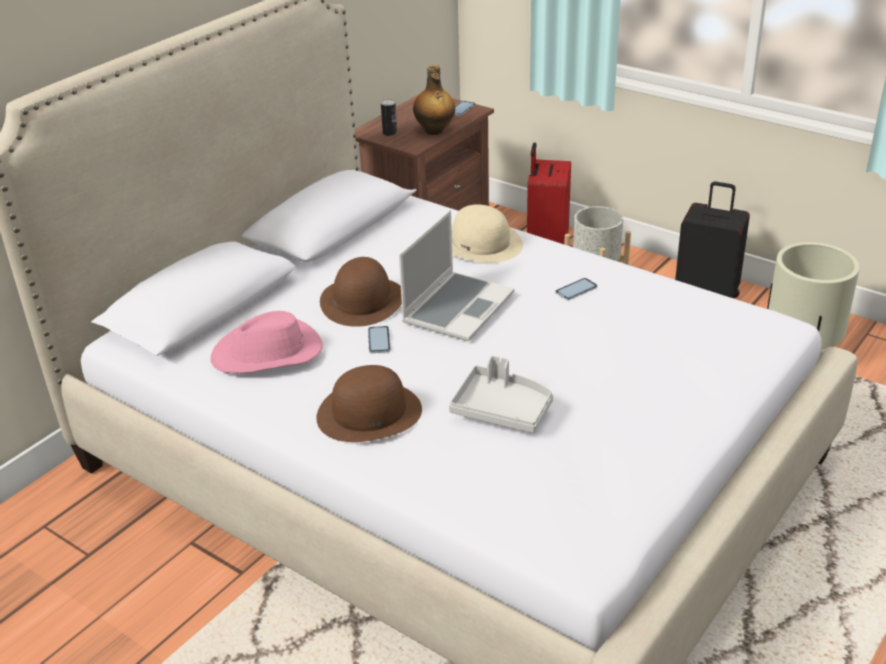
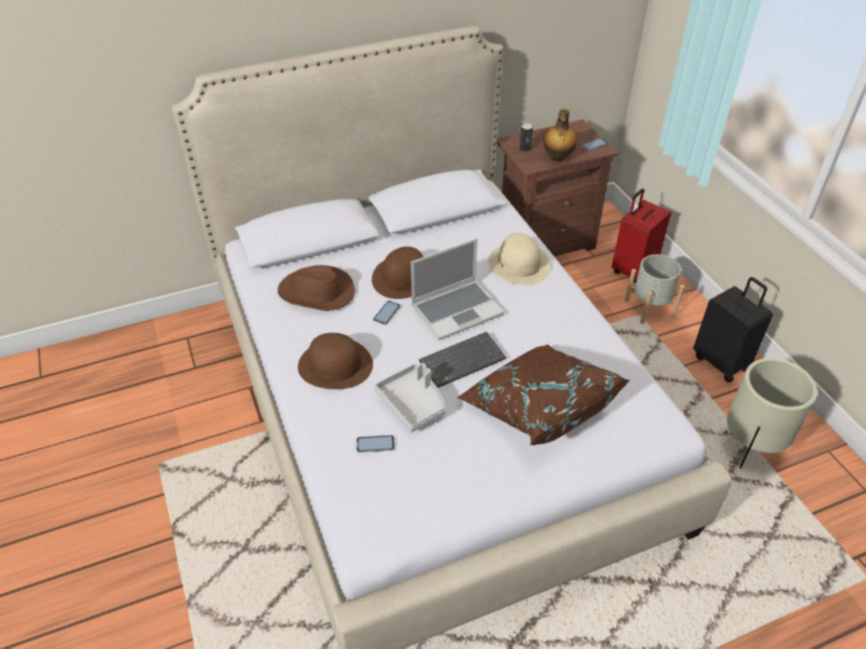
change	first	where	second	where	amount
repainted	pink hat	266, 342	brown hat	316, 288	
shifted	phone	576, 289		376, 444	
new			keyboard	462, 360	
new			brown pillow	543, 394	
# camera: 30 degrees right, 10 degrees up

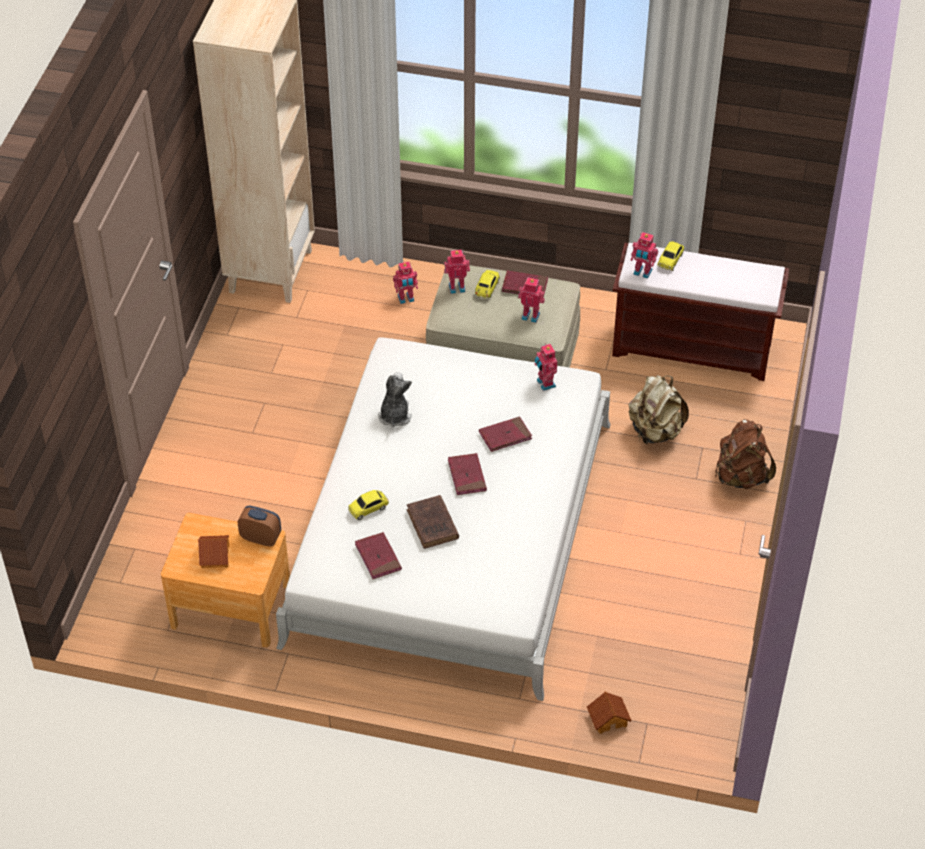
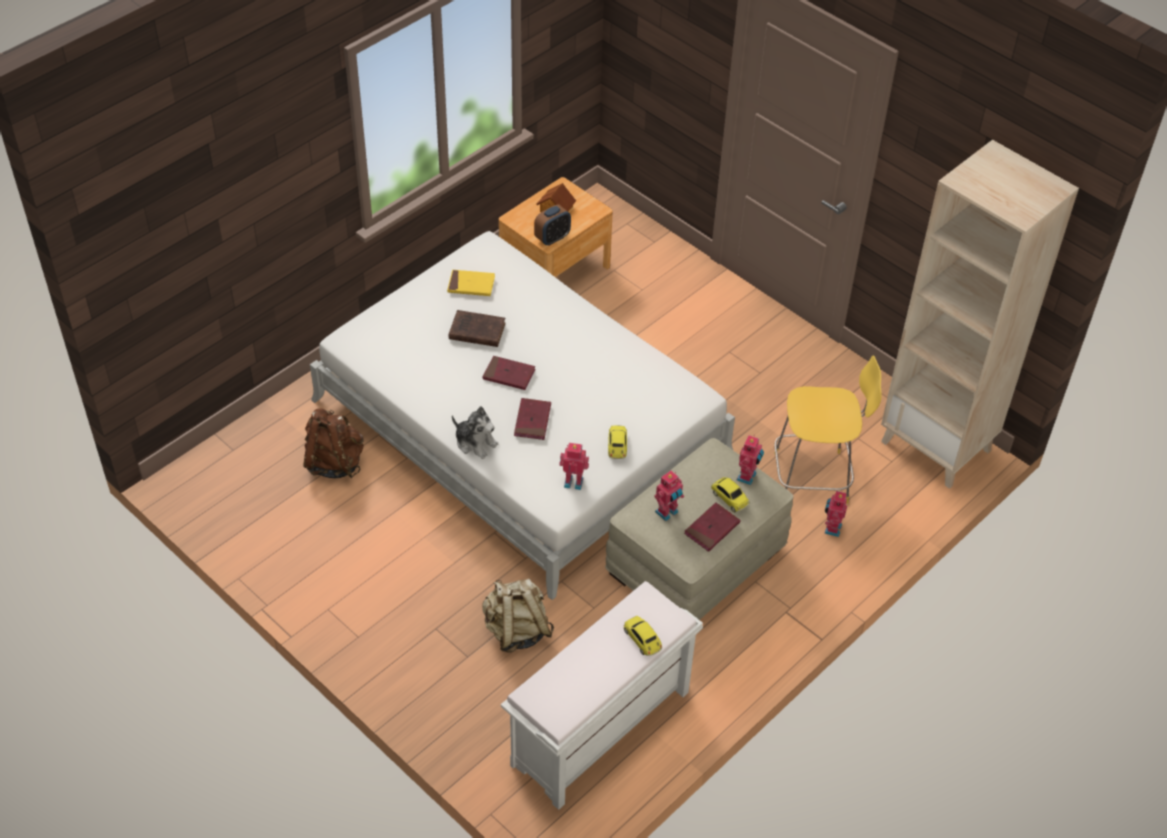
change	first	where	second	where	amount
shifted	brown backpack	745, 454		333, 443	
repainted	red book	378, 555	yellow book	471, 283	
shifted	plush toy	395, 399		475, 432	
repainted	brown bench	700, 312	white bench	602, 695	
shifted	toy car	368, 505		617, 442	
new			yellow stool	827, 429	
gone	toy house	609, 712			
gone	toy robot	644, 255			
# camera: 120 degrees right, 0 degrees up

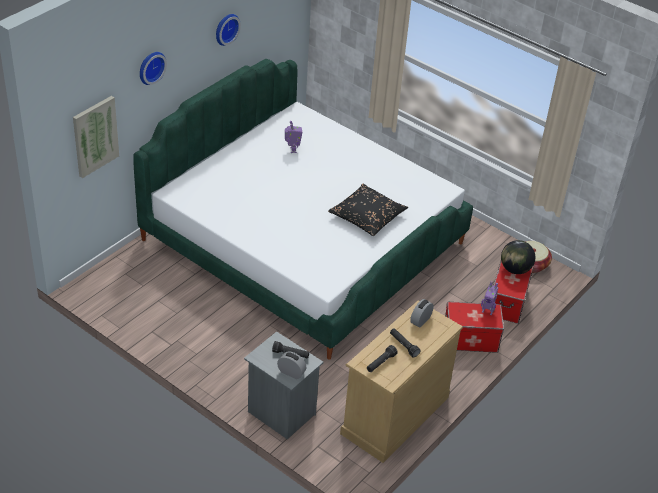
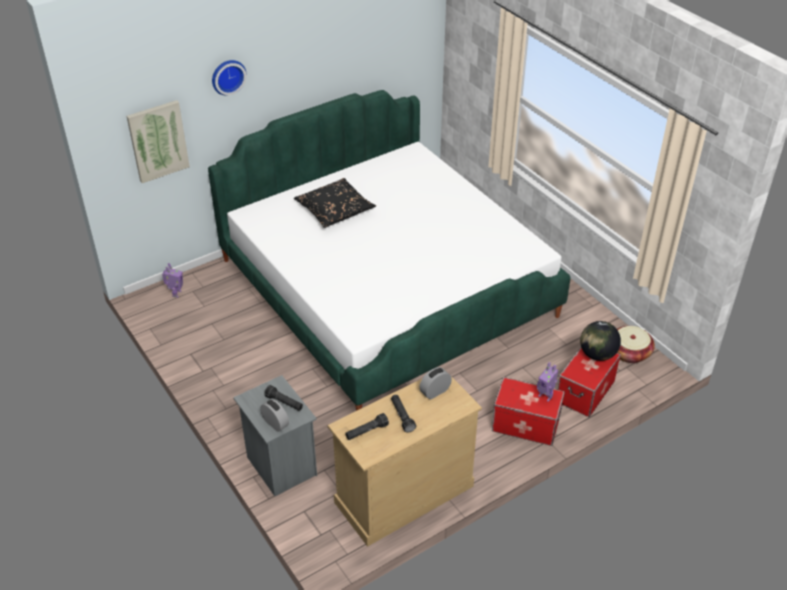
change	first	where	second	where	amount
shifted	toy robot	293, 137		172, 280	
shifted	black pillow	368, 210		335, 203	
gone	wall clock	228, 30			
# camera: 20 degrees right, 0 degrees up

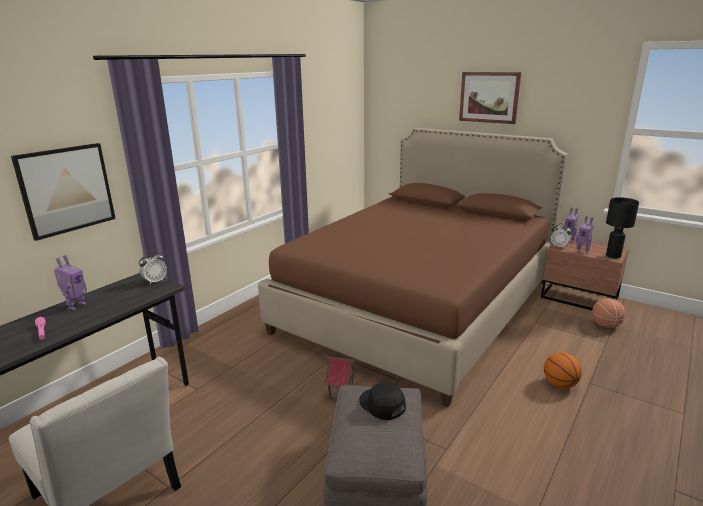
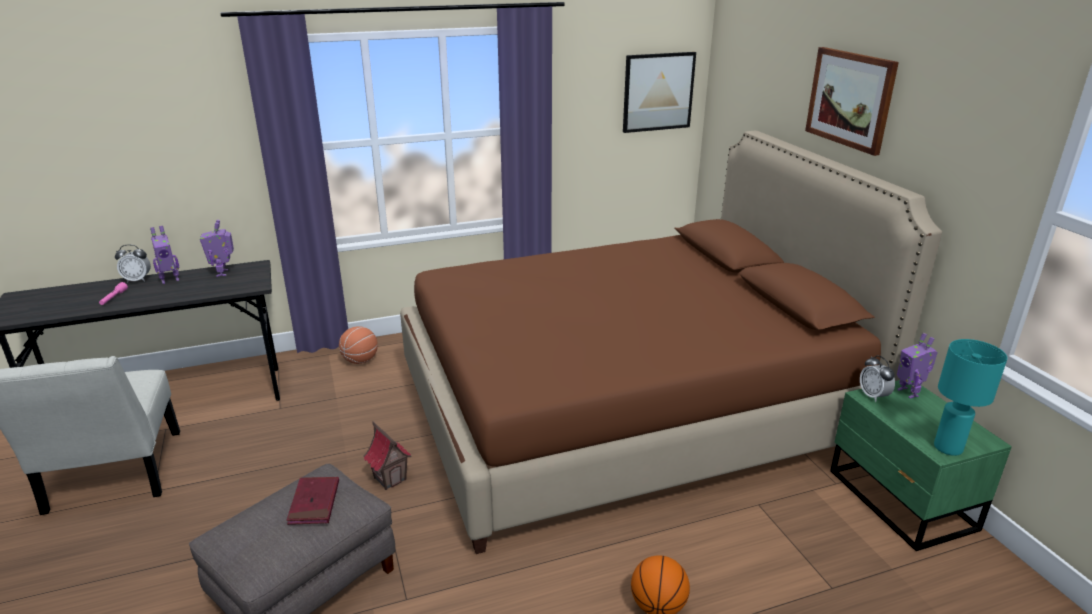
change	first	where	second	where	amount
shifted	alarm clock	153, 268		133, 264	
shifted	toy robot	584, 235		217, 248	
swapped	black cap	382, 401	red book	313, 501	
shifted	basketball	608, 313		358, 345	
shifted	picture	63, 192		659, 92	
repainted	brown nightstand	585, 274	green nightstand	921, 465	
repainted	black table lamp	622, 227	turquoise table lamp	970, 397	
# camera: 35 degrees right, 5 degrees up

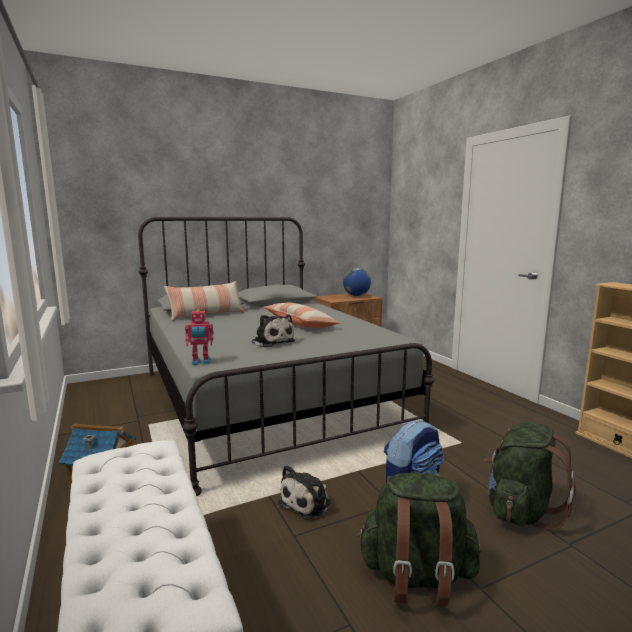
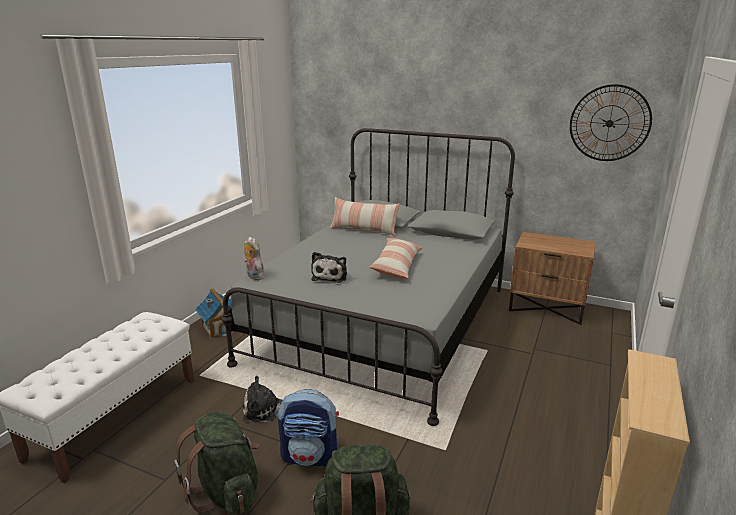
change	first	where	second	where	amount
swapped	toy robot	199, 337	plush toy	254, 258	
new			wall clock	611, 122	
gone	globe	357, 282			
# camera: 50 degrees right, 10 degrees up

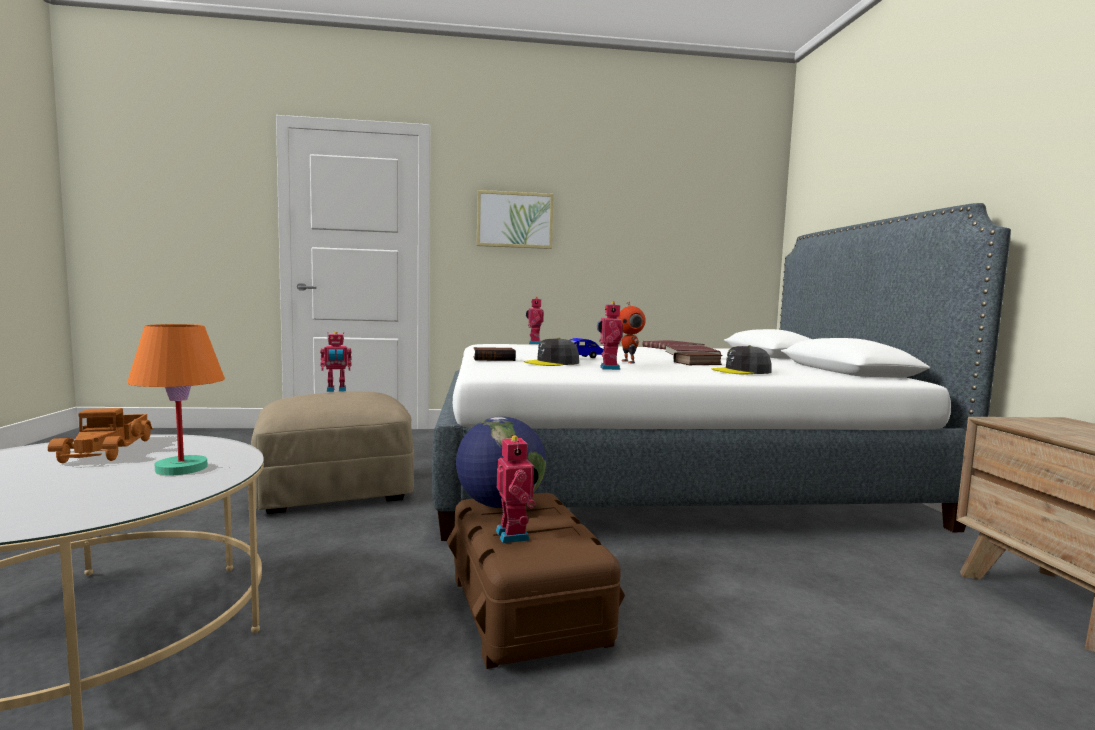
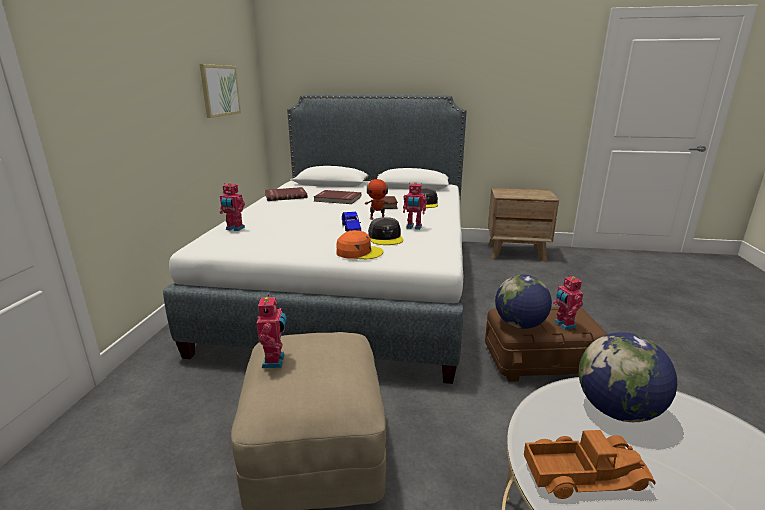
change	first	where	second	where	amount
shifted	picture	515, 219		220, 91	
swapped	book	494, 354	orange cap	360, 244	
rotated	toy robot	517, 488		568, 302	105 degrees counterclockwise
swapped	orange table lamp	176, 400	globe	628, 377	
# camera: 75 degrees left, 15 degrees up

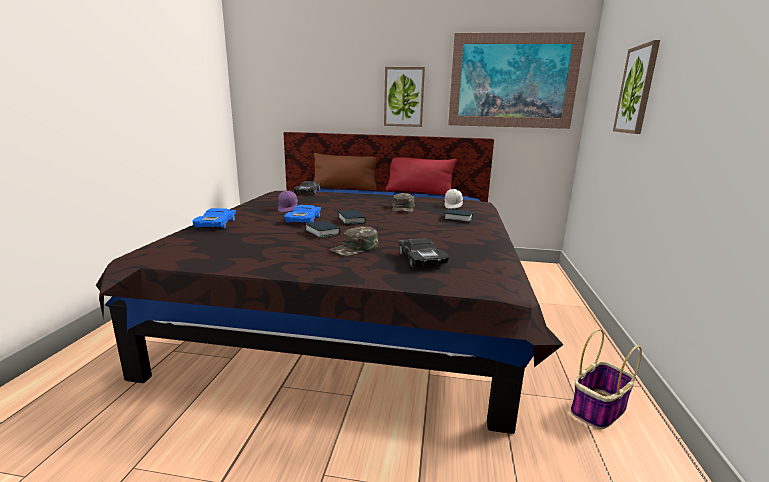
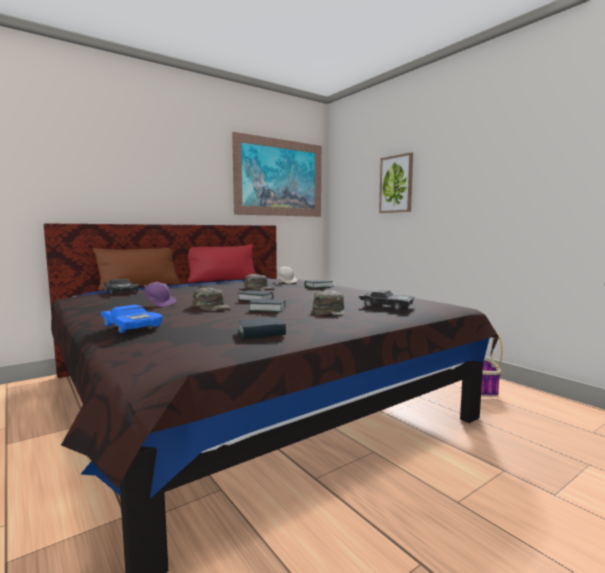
change	first	where	second	where	amount
swapped	blue toy car	302, 214	green cap	212, 299	
new			book	262, 327	
gone	picture	404, 97			
# camera: 45 degrees left, 10 degrees down

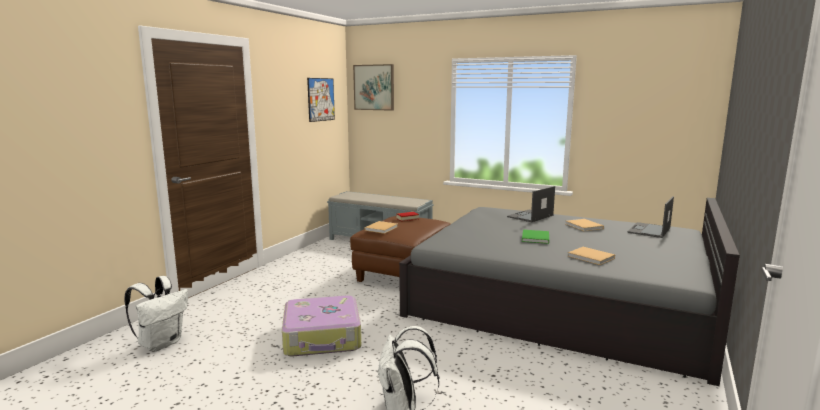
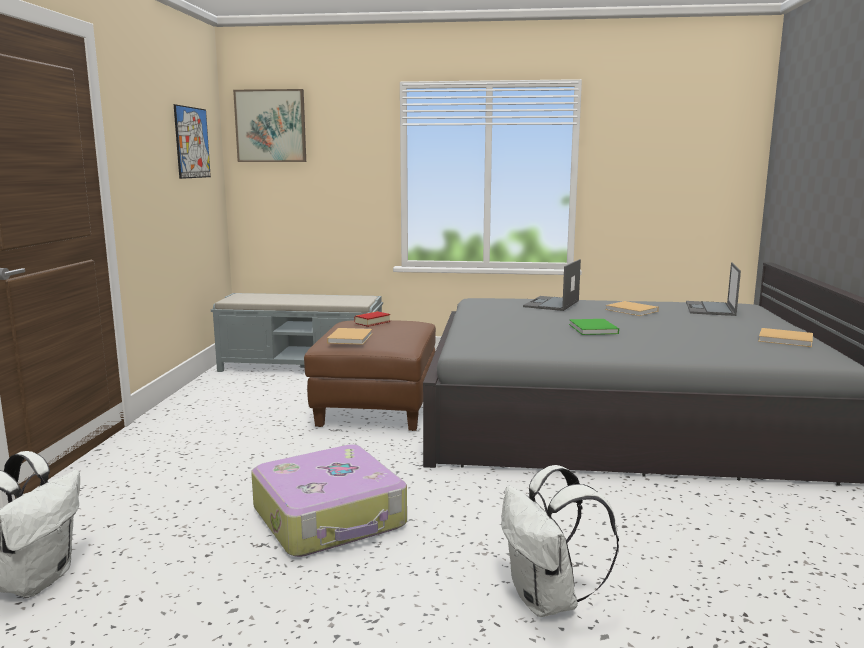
change	first	where	second	where	amount
shifted	beige book	591, 256		785, 337	
# camera: 20 degrees left, 0 degrees up

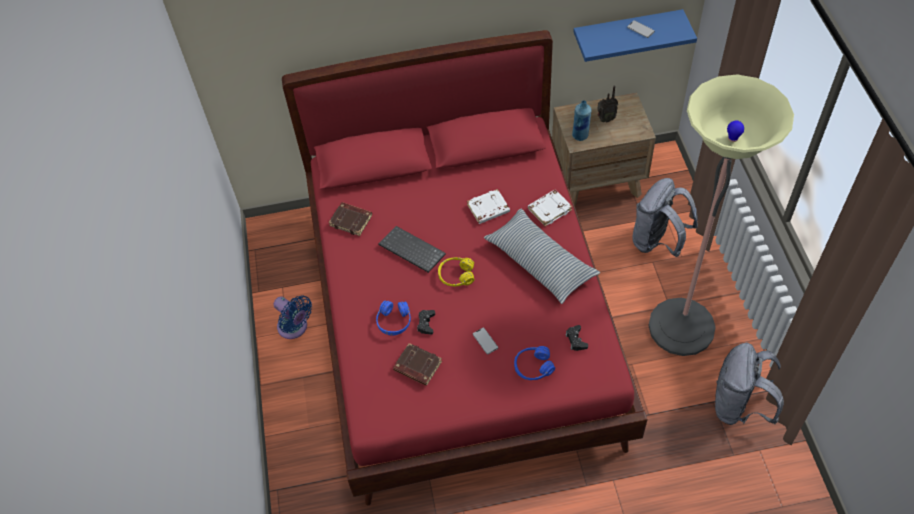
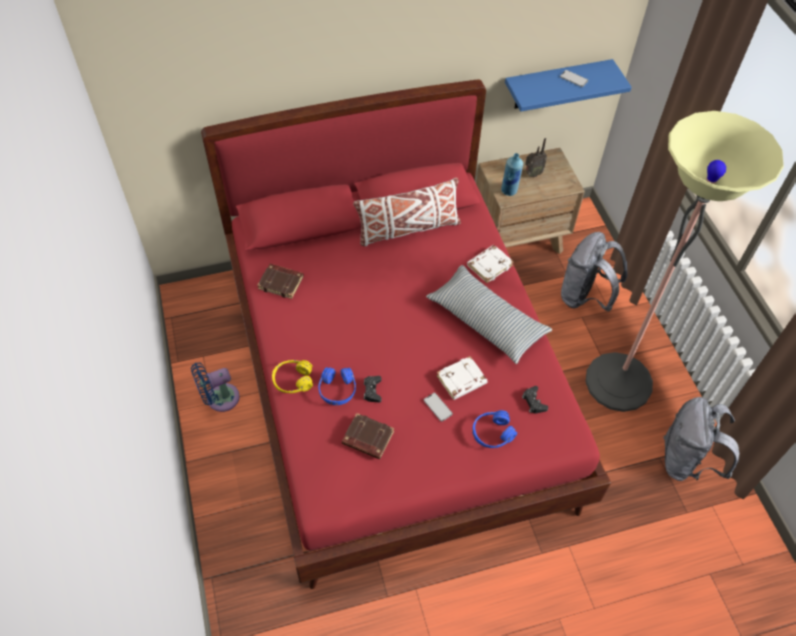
change	first	where	second	where	amount
rotated	blue fan	292, 317		215, 387	120 degrees clockwise
shifted	yellow headphones	456, 271		292, 376	
new			white pillow	407, 212	
shifted	white book	488, 206		462, 378	
gone	keyboard	412, 249			
# camera: 10 degrees left, 0 degrees up

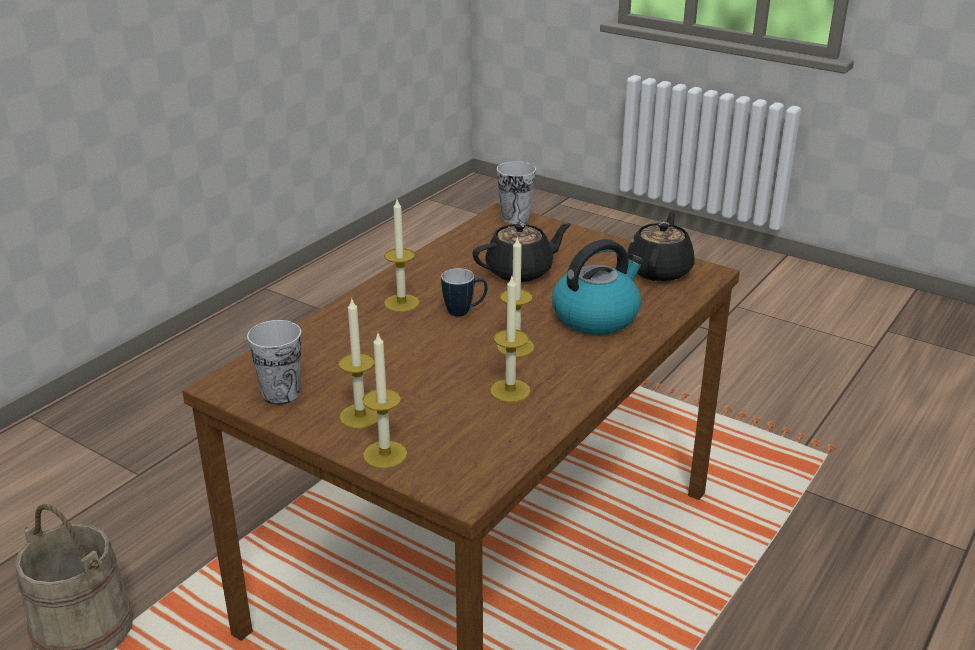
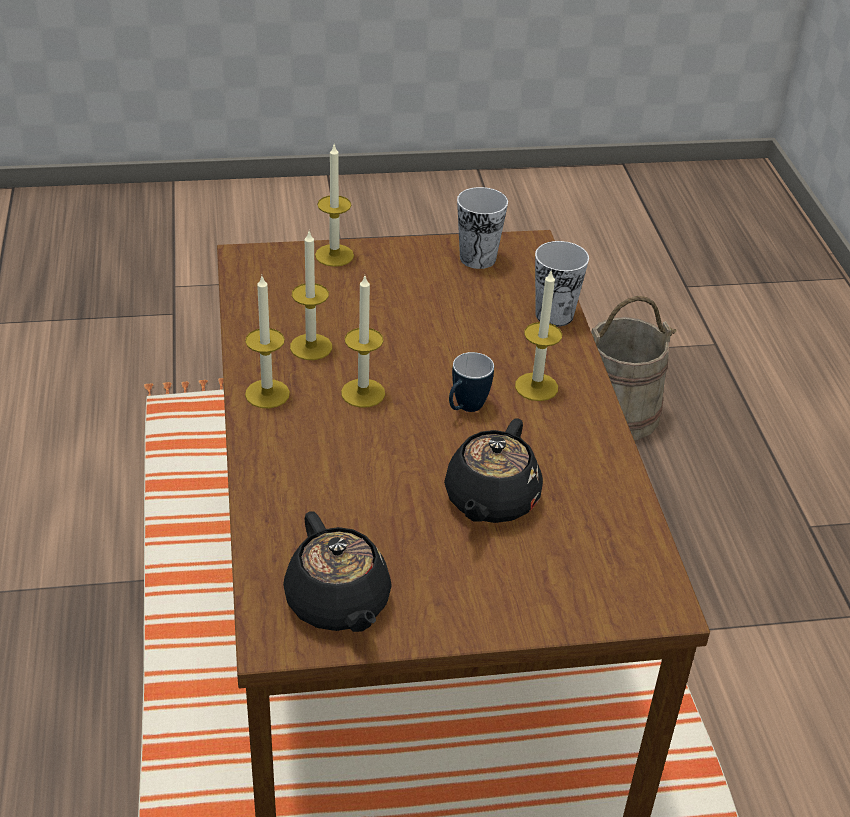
change	first	where	second	where	amount
shifted	candle	358, 364		267, 342	
shifted	cup	516, 192		562, 284	
gone	kettle	598, 287			
# camera: 135 degrees right, 10 degrees up

